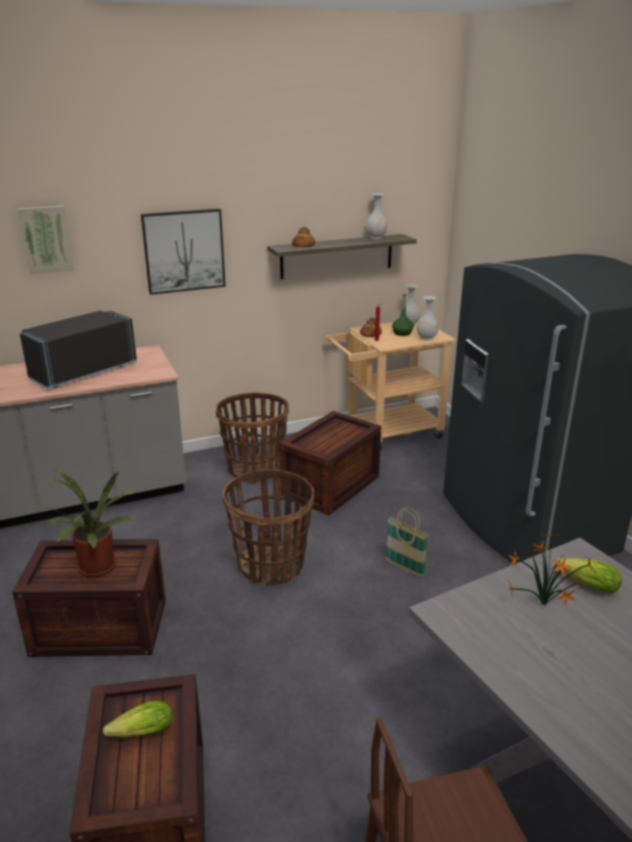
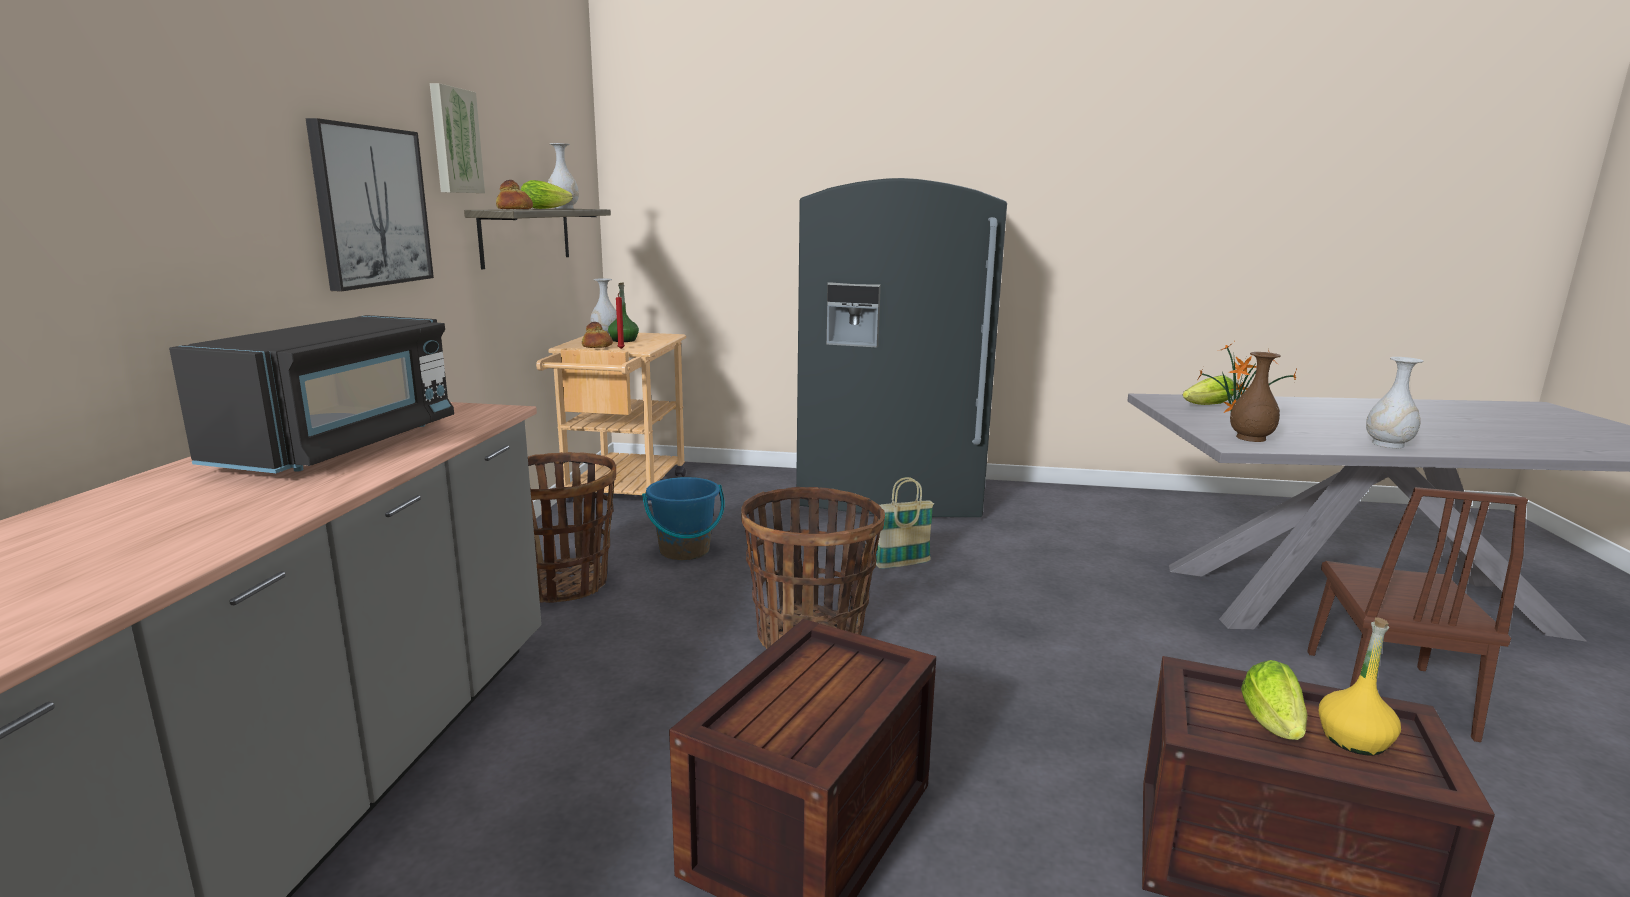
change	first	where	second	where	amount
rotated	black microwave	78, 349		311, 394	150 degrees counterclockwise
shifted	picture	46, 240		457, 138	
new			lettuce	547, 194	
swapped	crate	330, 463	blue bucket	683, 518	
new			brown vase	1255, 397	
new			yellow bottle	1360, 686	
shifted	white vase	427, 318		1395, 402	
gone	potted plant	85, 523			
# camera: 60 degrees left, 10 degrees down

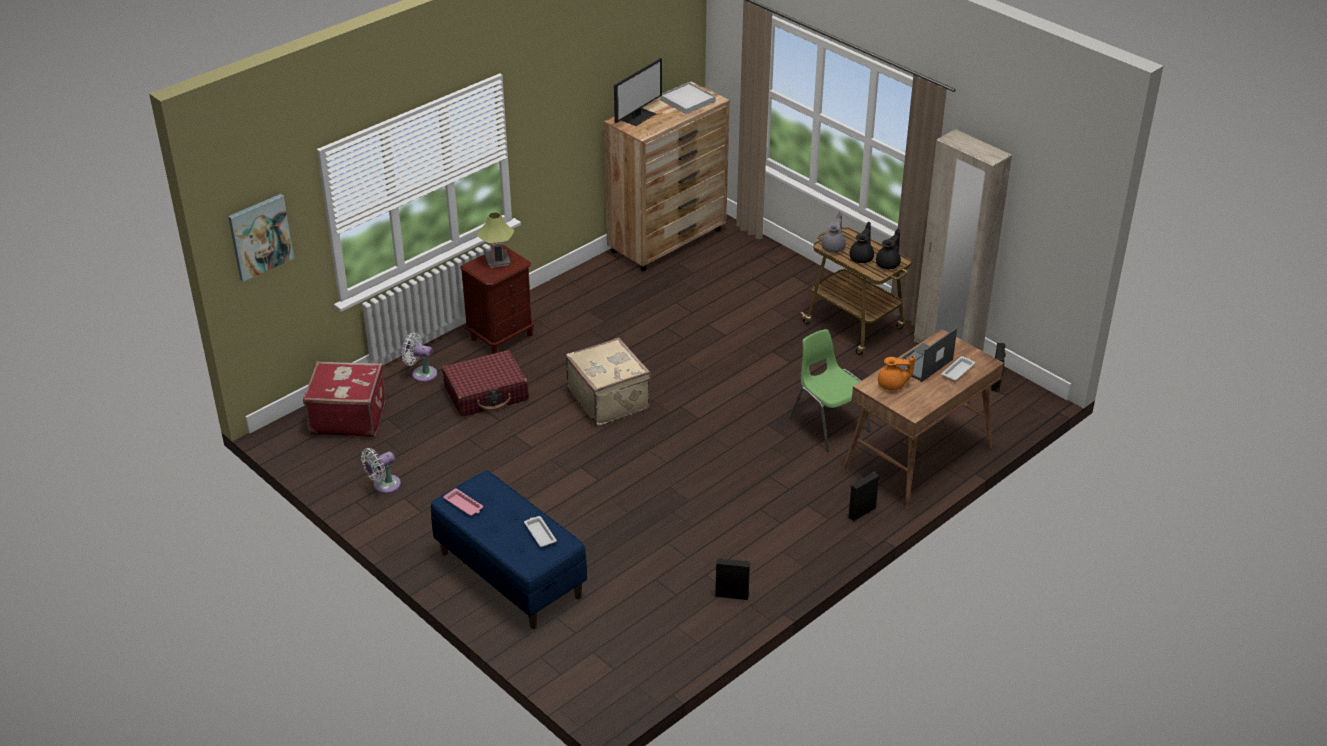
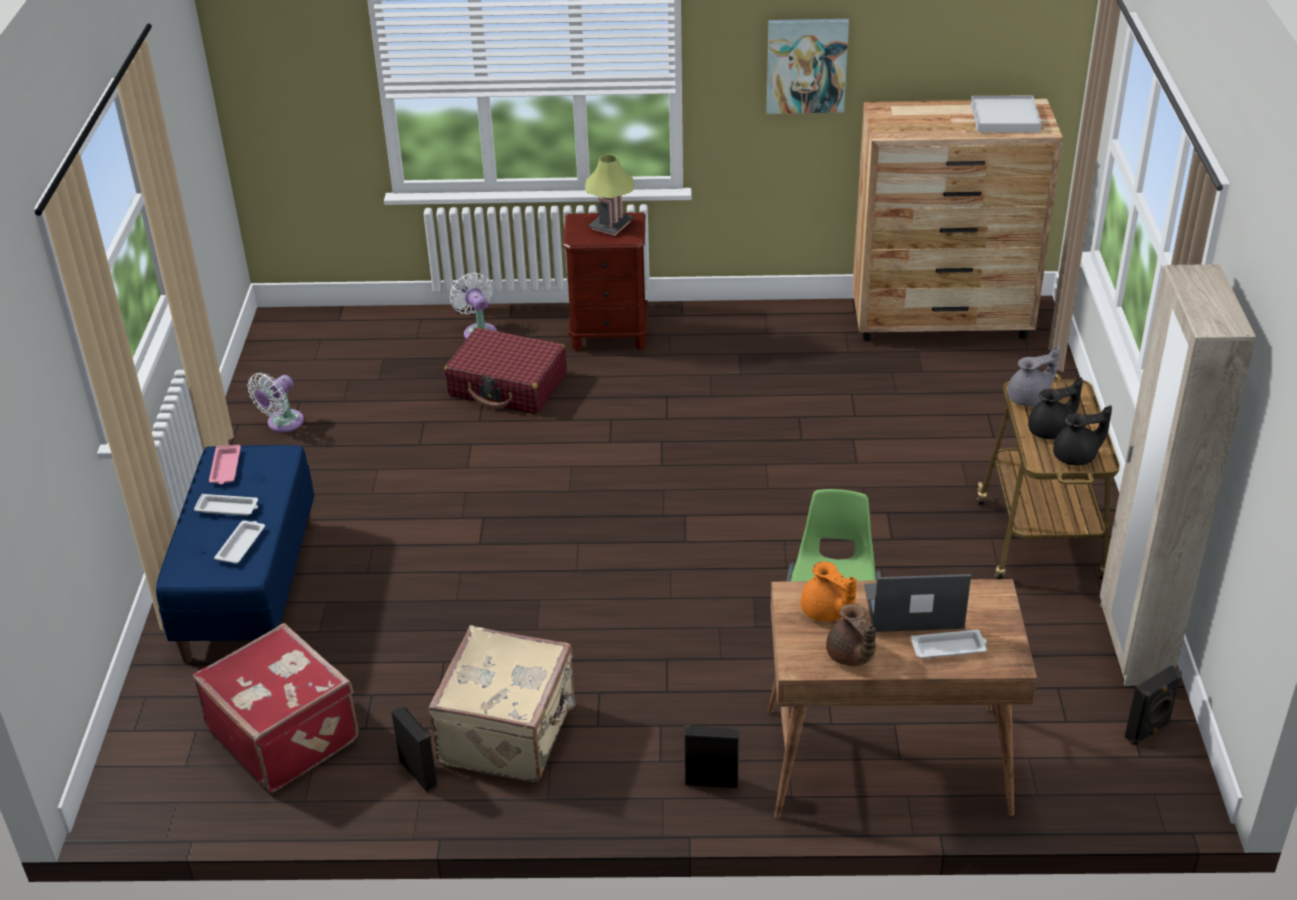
change	first	where	second	where	amount
shifted	red suitcase	344, 399		276, 708	
new			white tray	226, 505	
rotated	white fan	381, 471		275, 402	60 degrees counterclockwise
shifted	beige suitcase	608, 382		502, 704	
shifted	picture	261, 238		808, 66	
new			brown teapot	851, 635	
gone	monitor	638, 92			
# camera: 45 degrees right, 0 degrees up

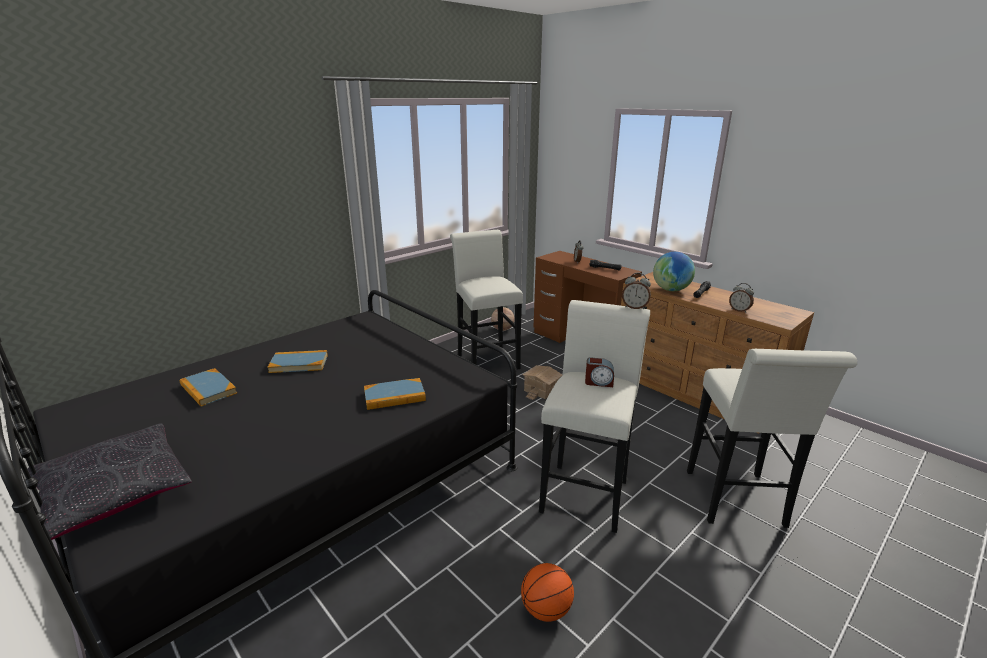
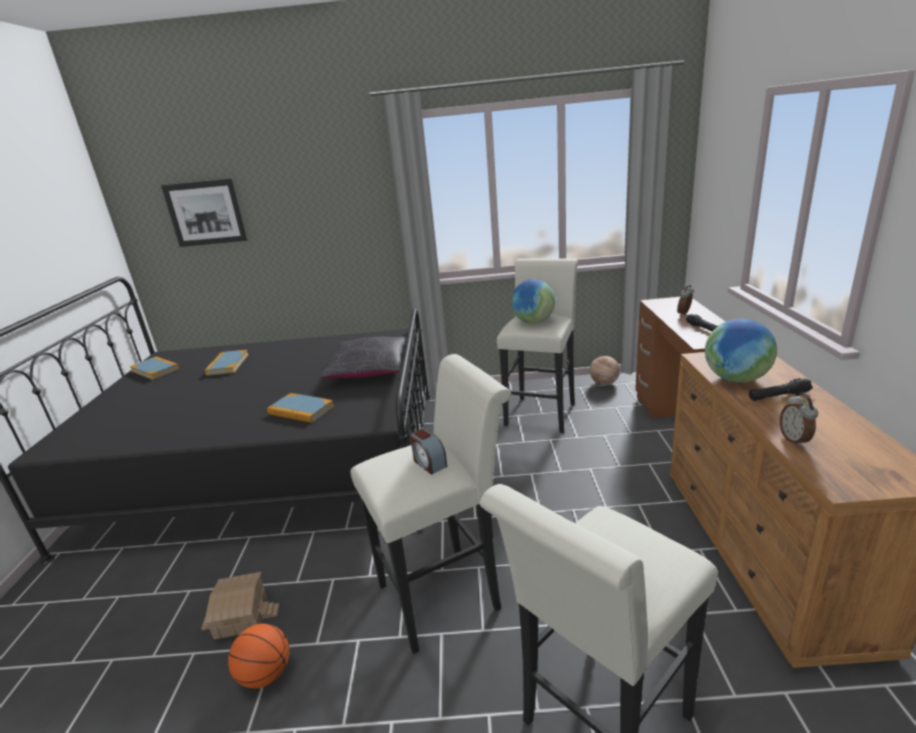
change	first	where	second	where	amount
shifted	book	297, 361		155, 368	
new			picture	204, 212	
shifted	toy house	543, 382		240, 606	
shifted	black pillow	109, 481		363, 357	
new			globe	533, 301	
gone	alarm clock	636, 291			
# camera: 45 degrees right, 0 degrees up

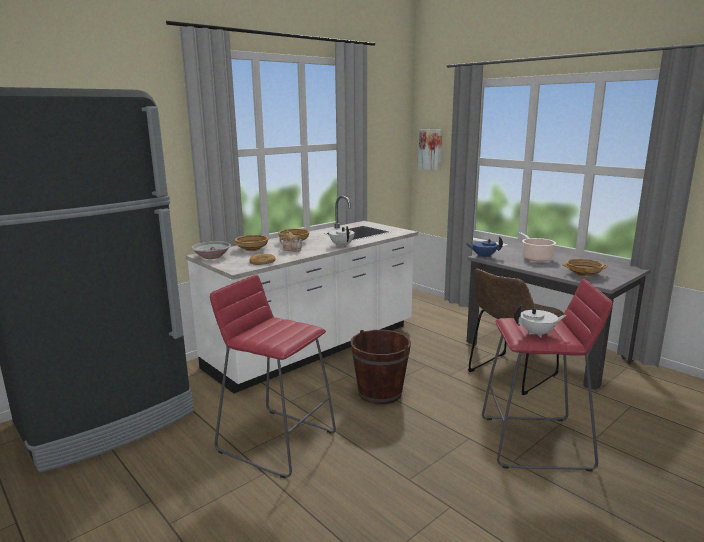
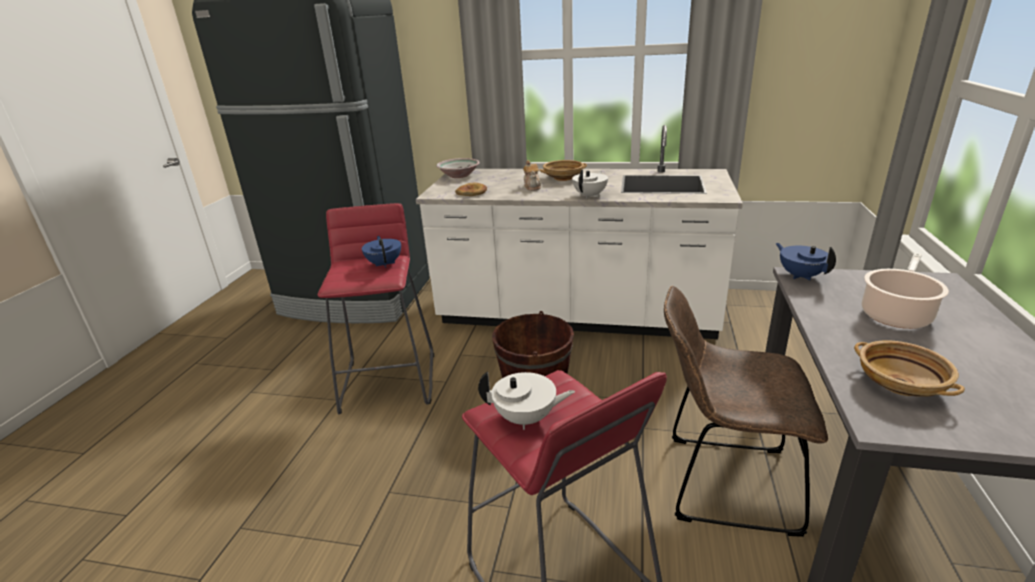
change	first	where	second	where	amount
new			blue teapot	381, 252	
rotated	white teapot	540, 321		526, 400	45 degrees counterclockwise
gone	beige bowl	251, 243			
gone	picture	430, 150			
# camera: 55 degrees right, 10 degrees up

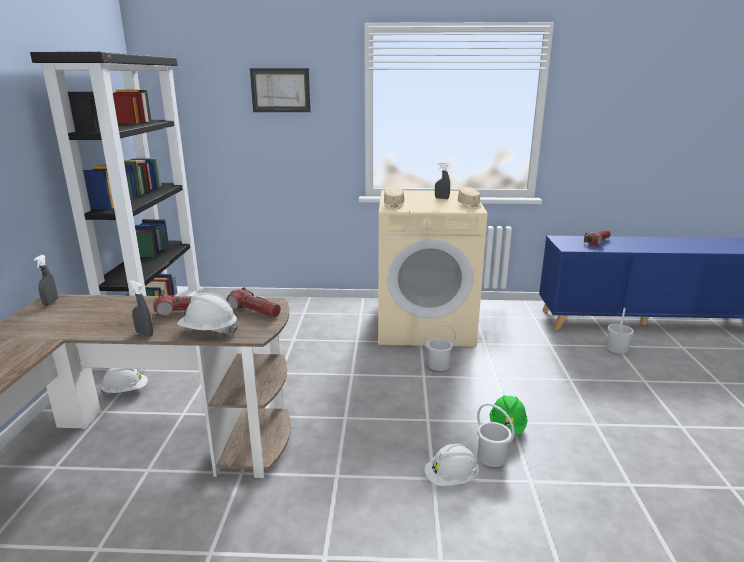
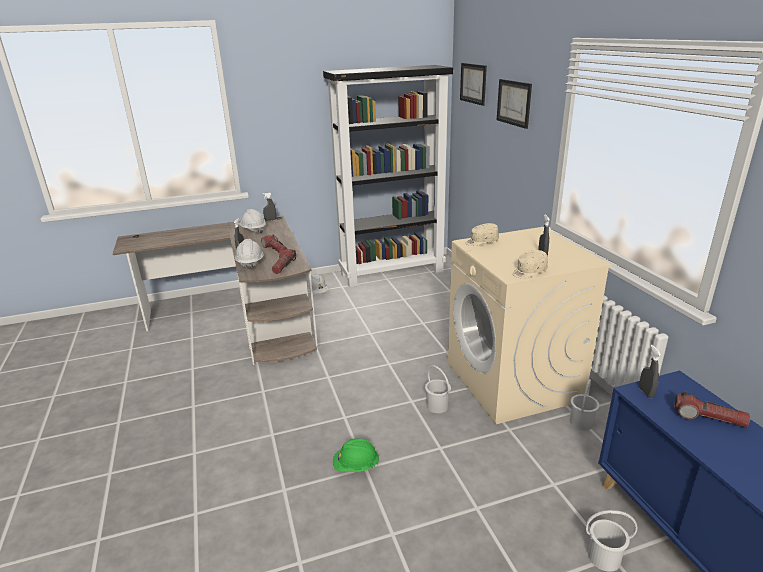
change	first	where	second	where	amount
shifted	white hard hat	452, 465		252, 221	
new			picture	473, 84	
shifted	white bucket	496, 435		584, 404	
new			grey spray bottle	650, 371	
# camera: 70 degrees right, 5 degrees up

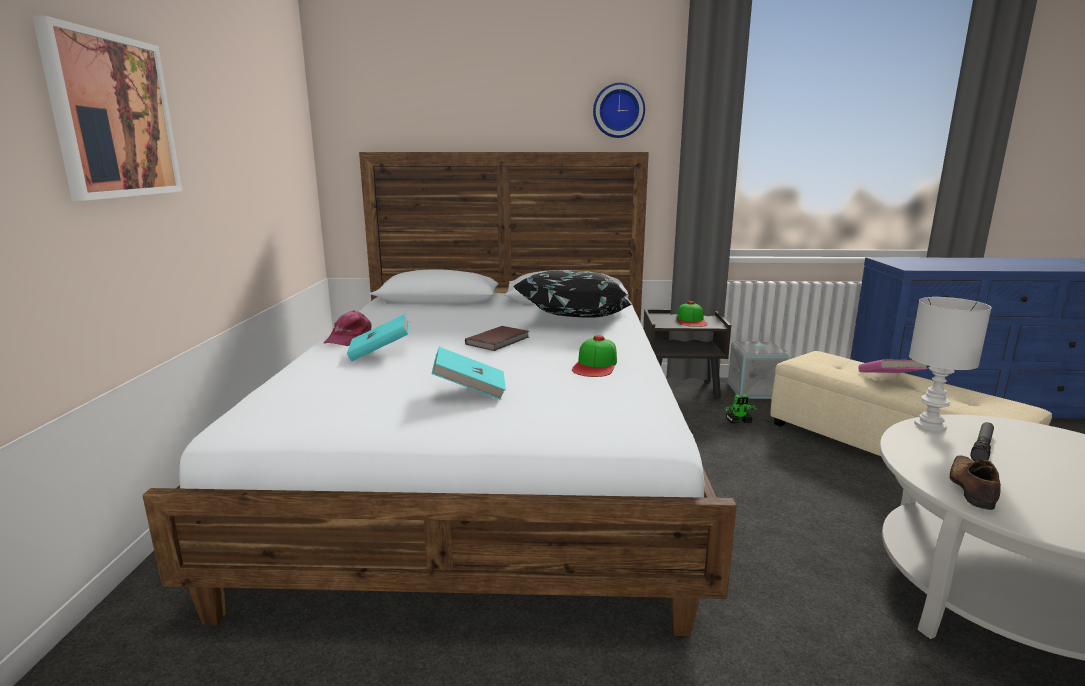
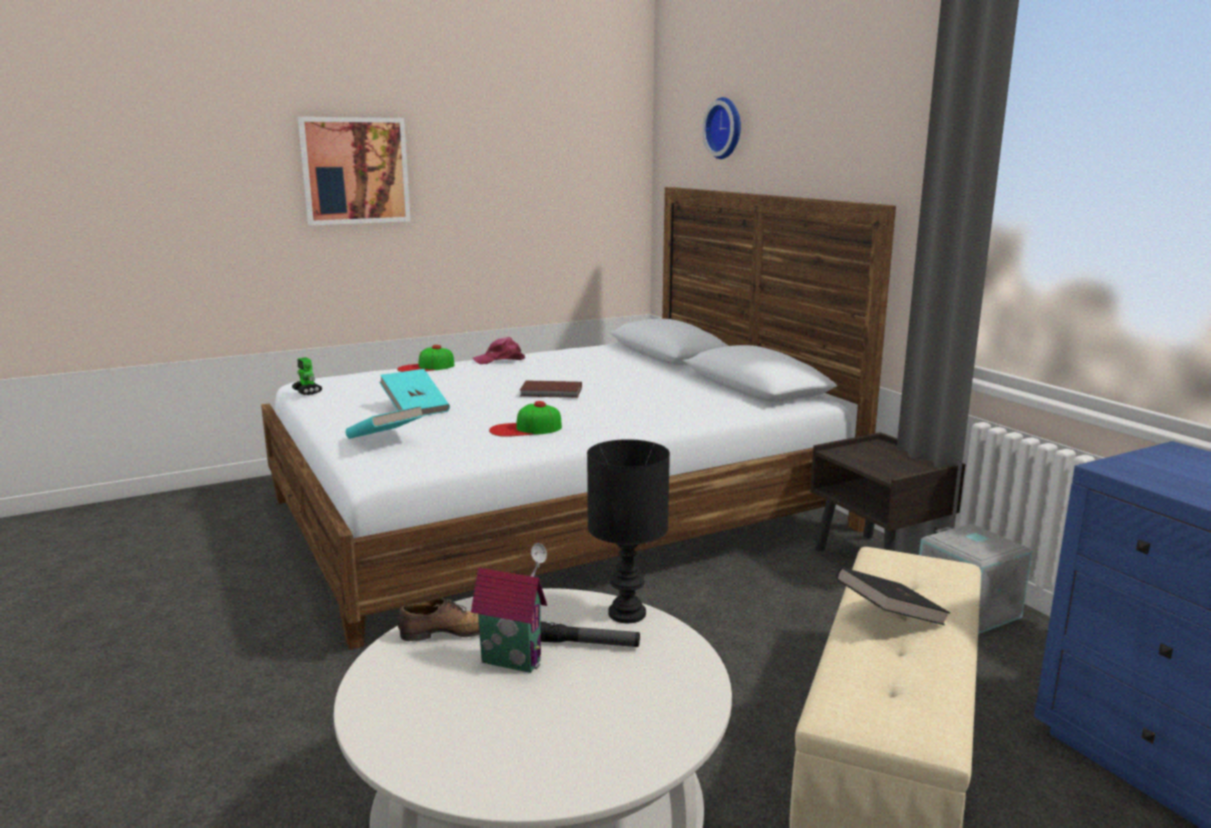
change	first	where	second	where	amount
shifted	toy robot	740, 408		307, 376	
shifted	turquoise book	378, 337		385, 422	
shifted	cap	692, 314		425, 358	
new			toy house	509, 608	
repainted	white table lamp	950, 364	black table lamp	628, 531	
shifted	wall clock	619, 110		721, 128	
repainted	pink book	893, 366	black book	893, 596	
gone	black pillow	573, 294			
# camera: 60 degrees right, 0 degrees up

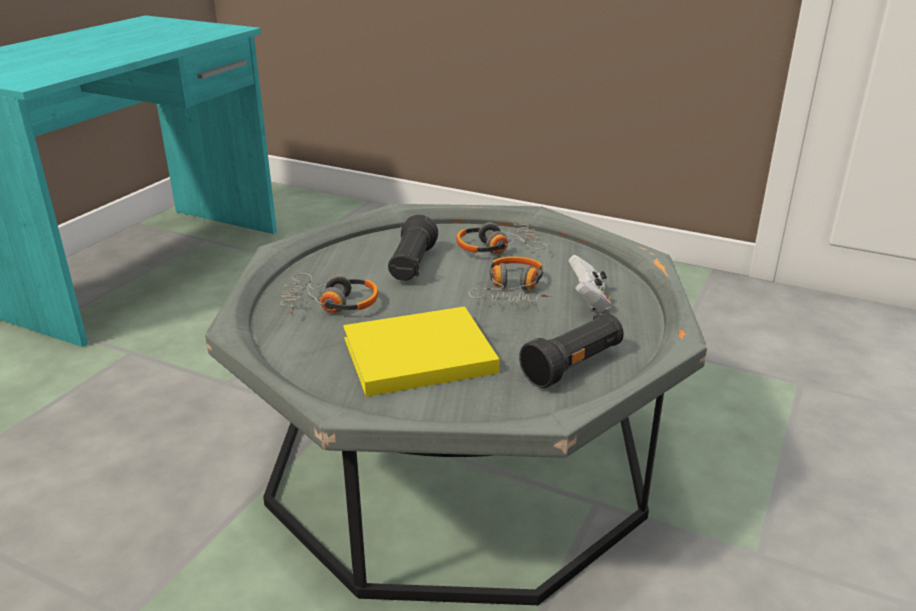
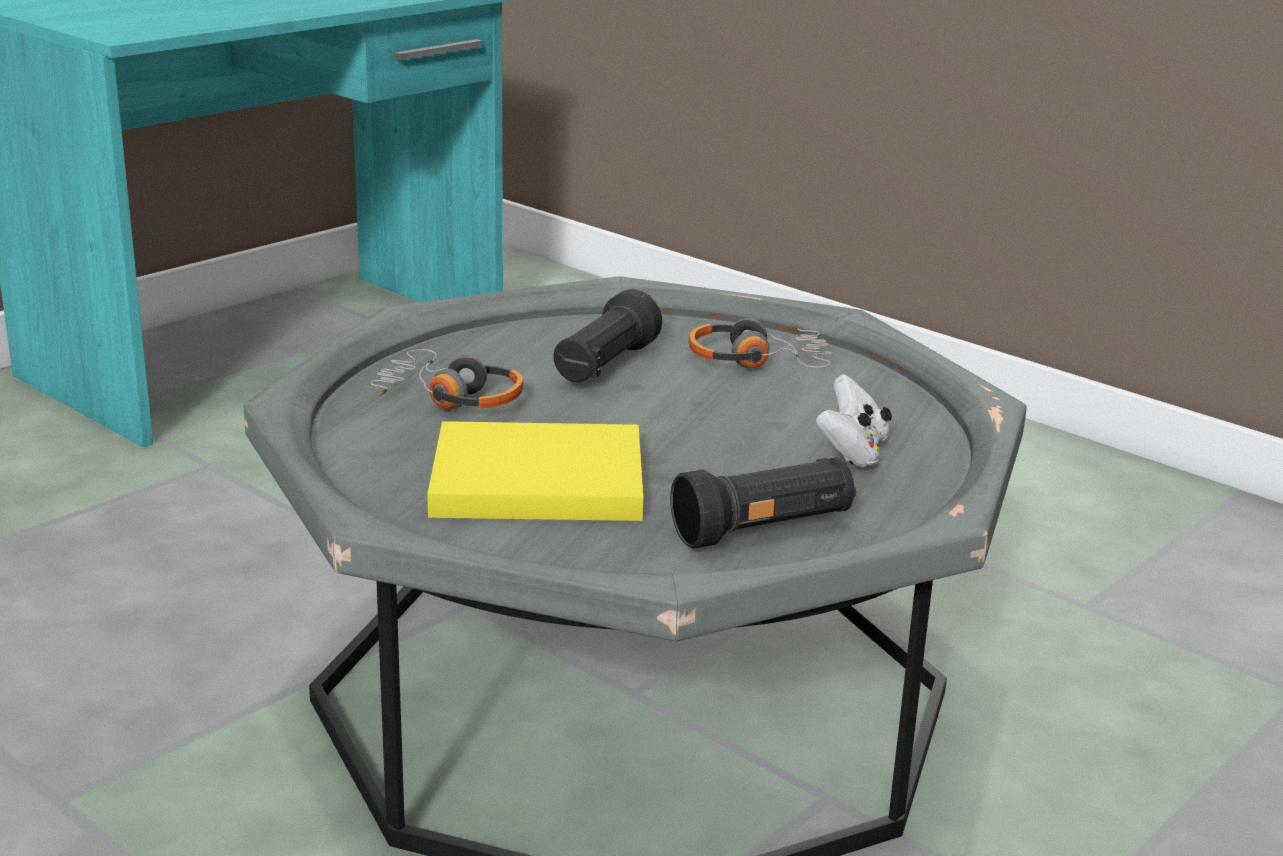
change	first	where	second	where	amount
gone	headphones	510, 279			
# camera: 15 degrees right, 5 degrees down

